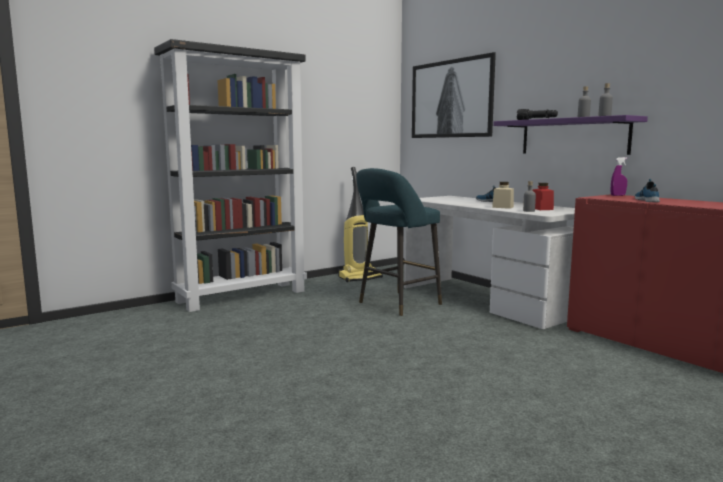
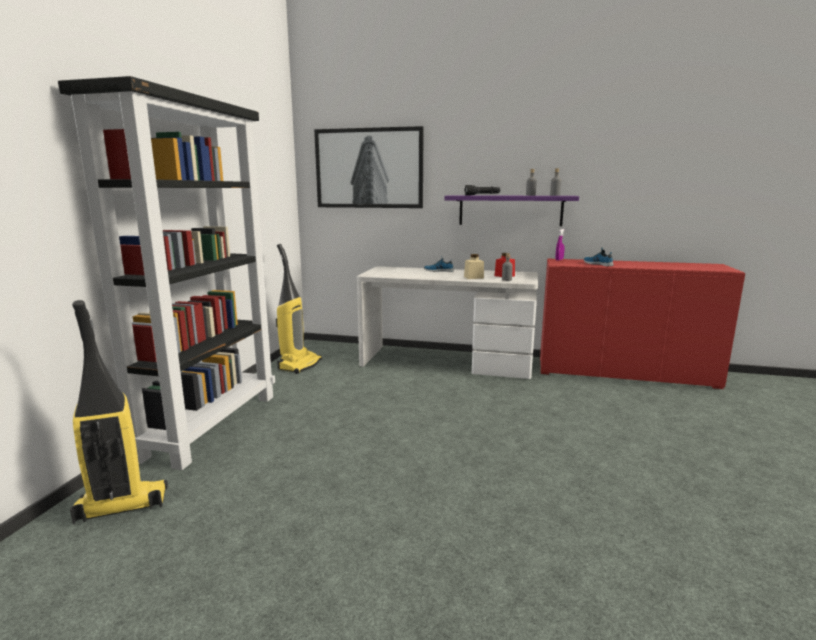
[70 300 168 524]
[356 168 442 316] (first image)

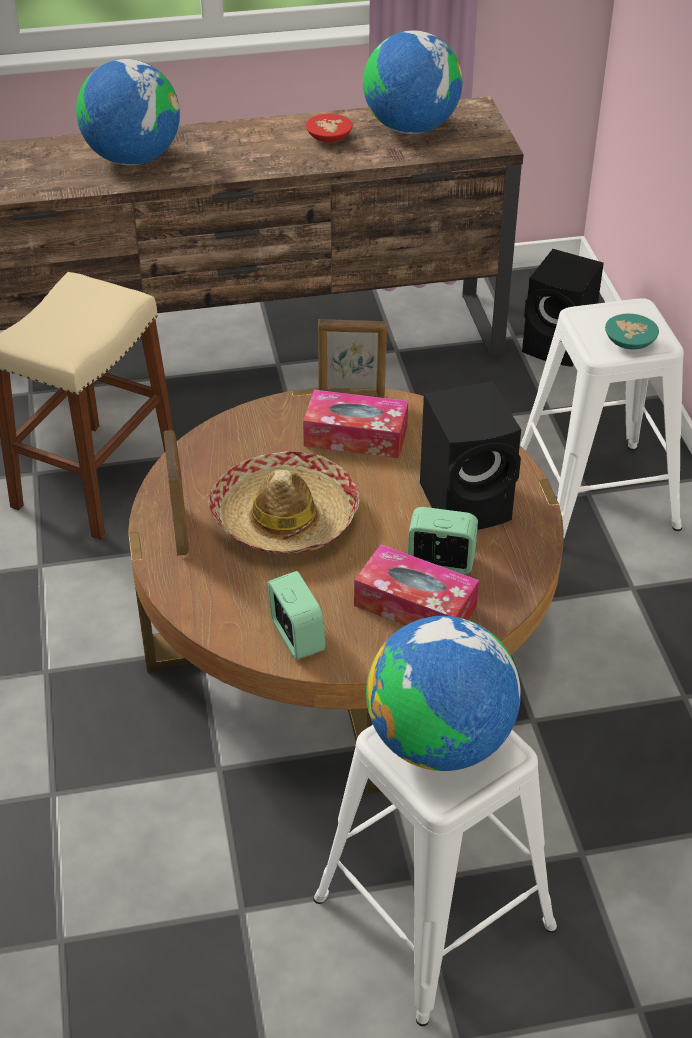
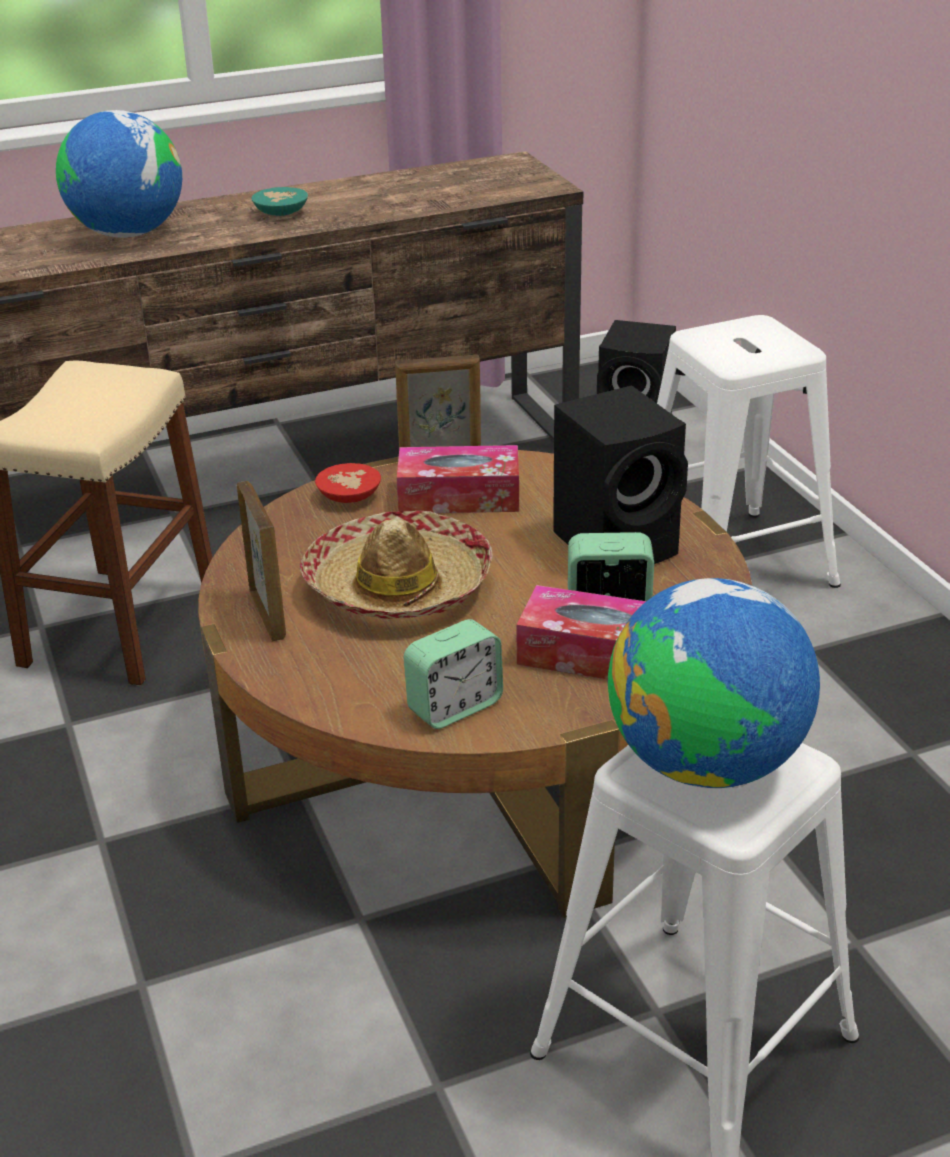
[252 187 308 216]
[315 463 381 503]
[404 619 503 729]
[363 30 462 134] (first image)

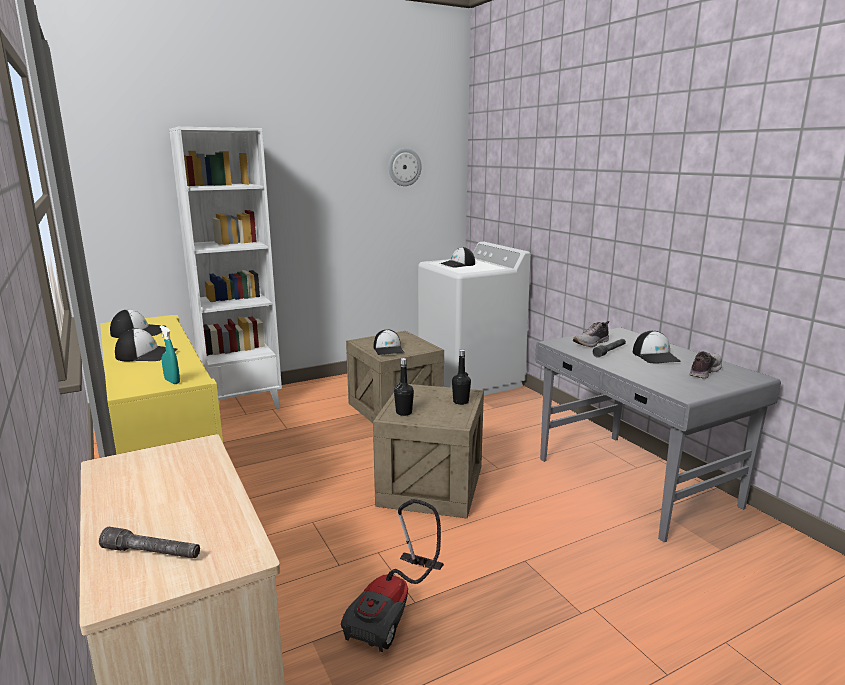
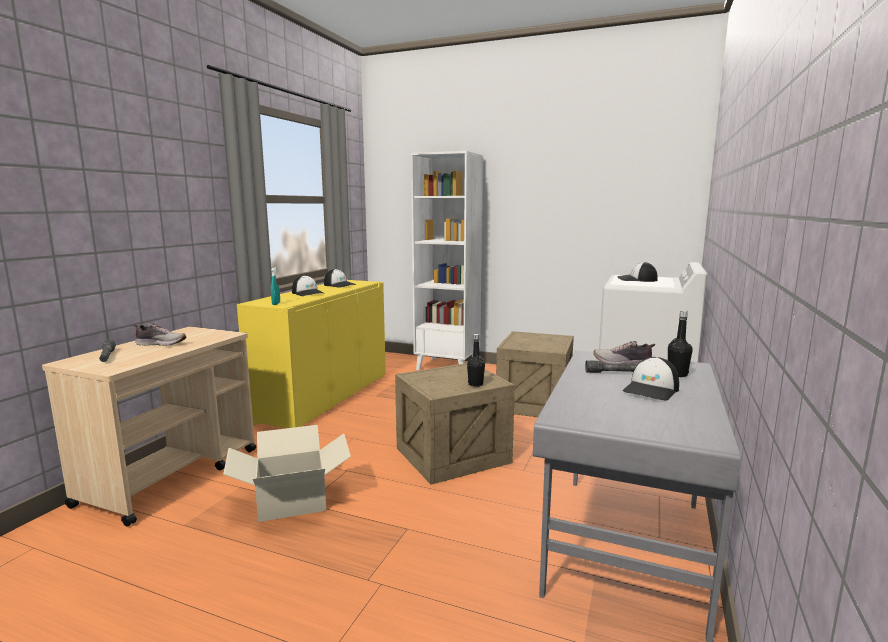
[133 323 186 346]
[223 425 351 522]
[668 310 693 377]
[373 329 404 355] (first image)
[389 148 422 186] (first image)

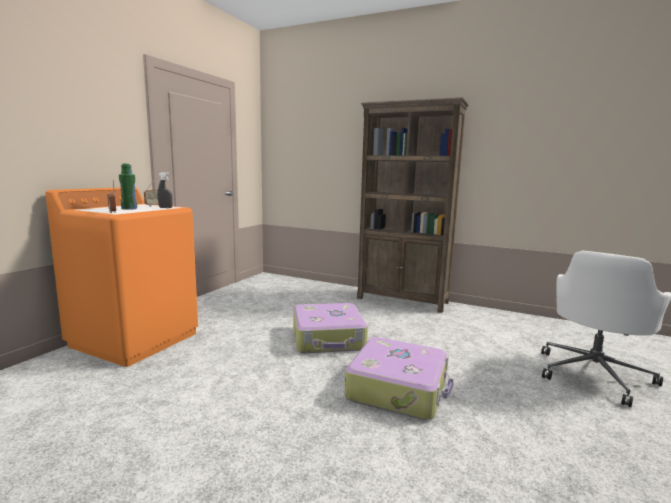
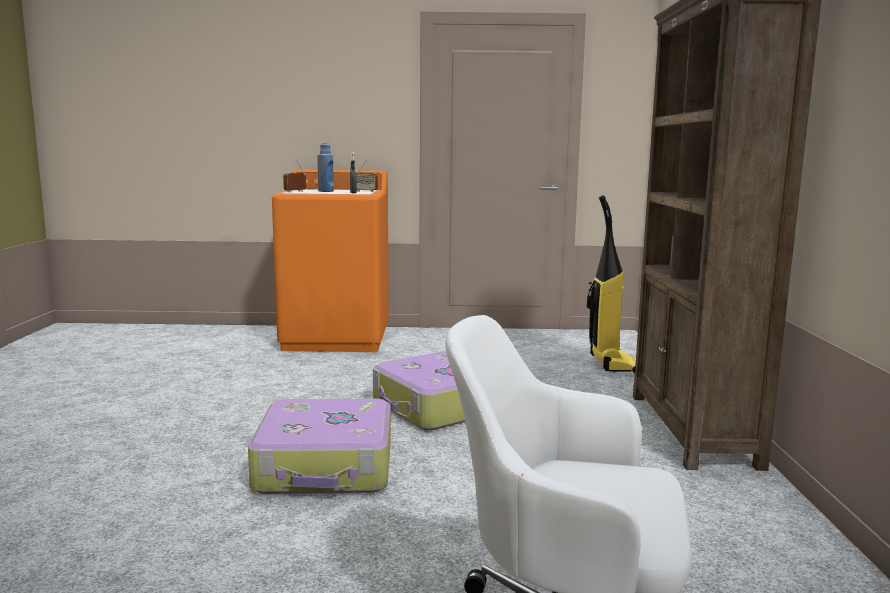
[318 143 334 192]
[587 195 636 373]

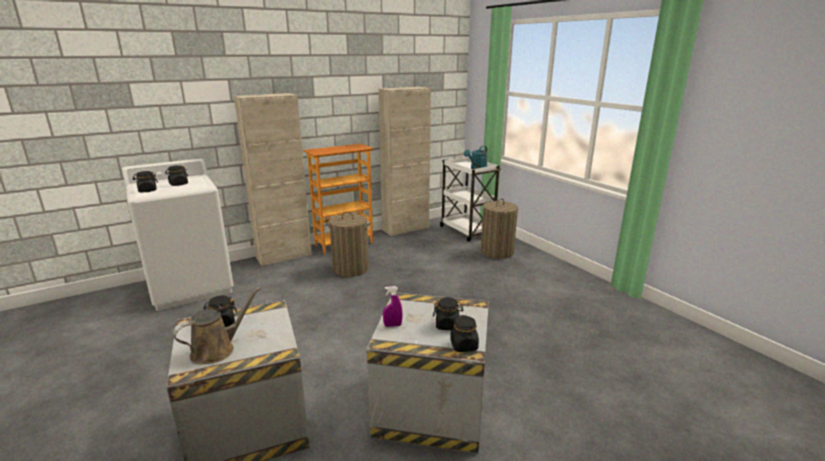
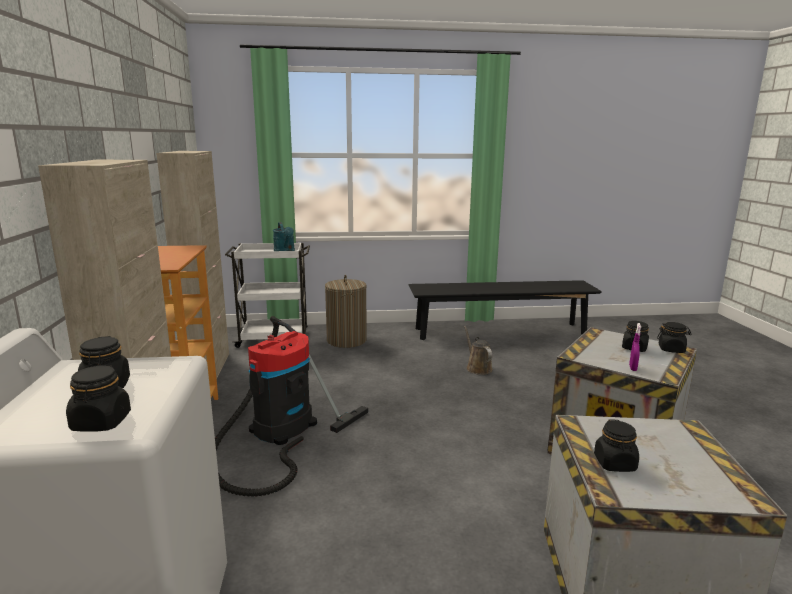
[215 316 368 497]
[409 280 602 340]
[464 326 493 375]

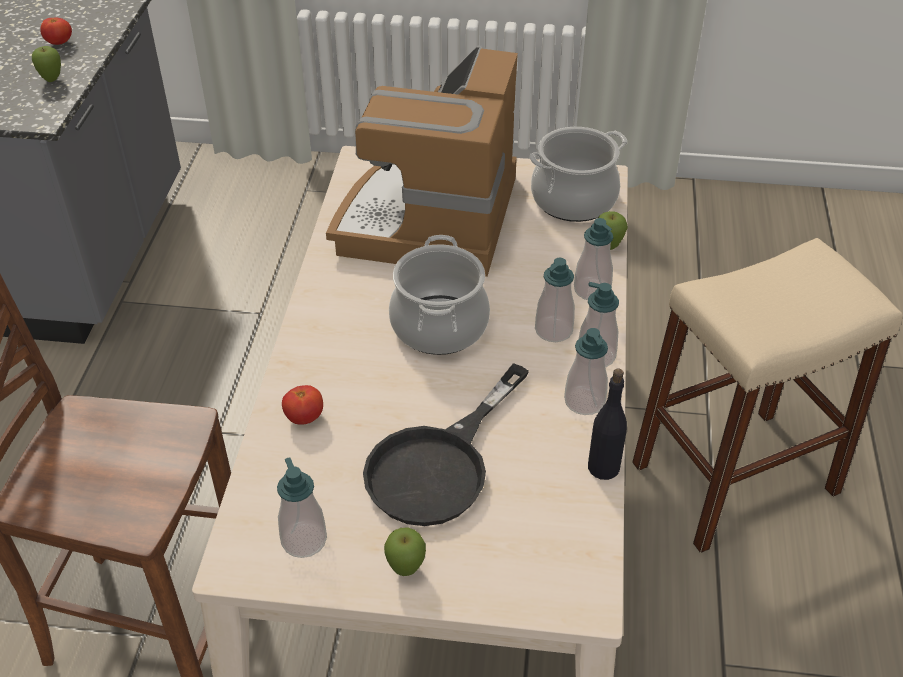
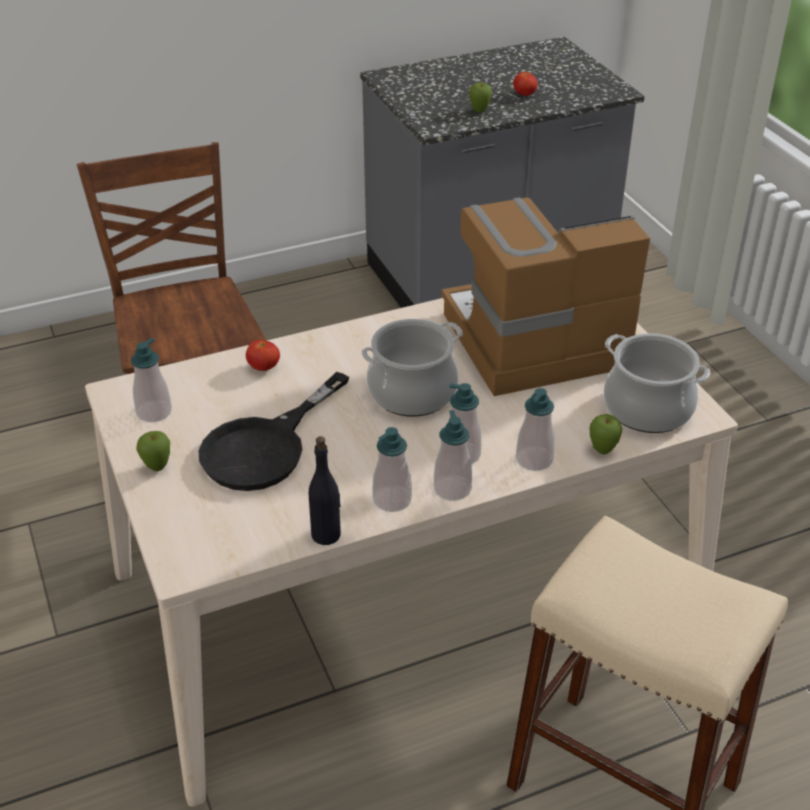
[198 372 349 491]

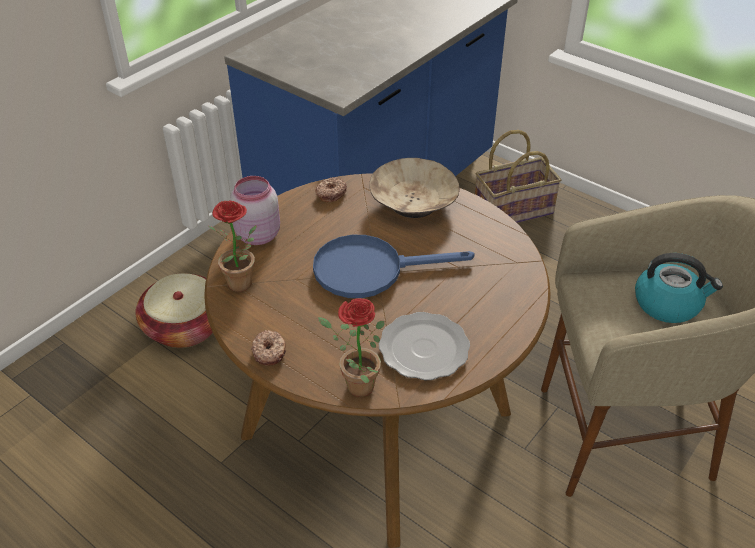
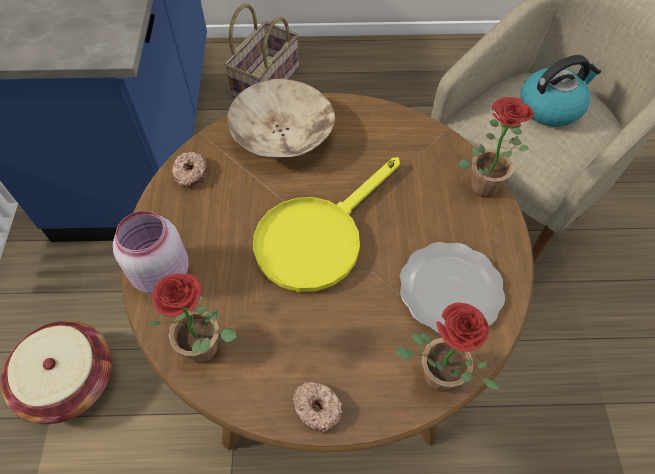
[253 157 400 292]
[458 97 534 198]

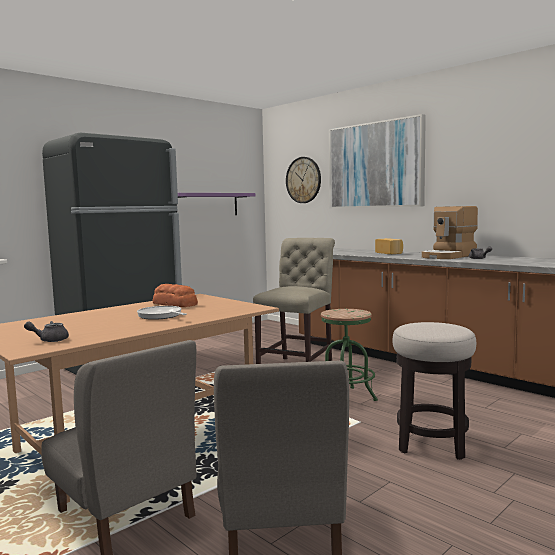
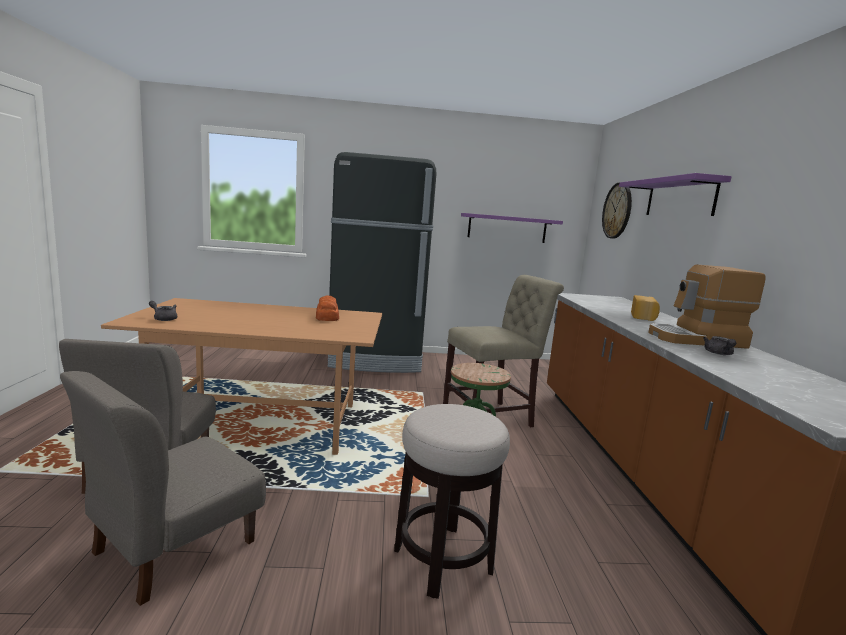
[619 173 732 216]
[137 306 187 320] (first image)

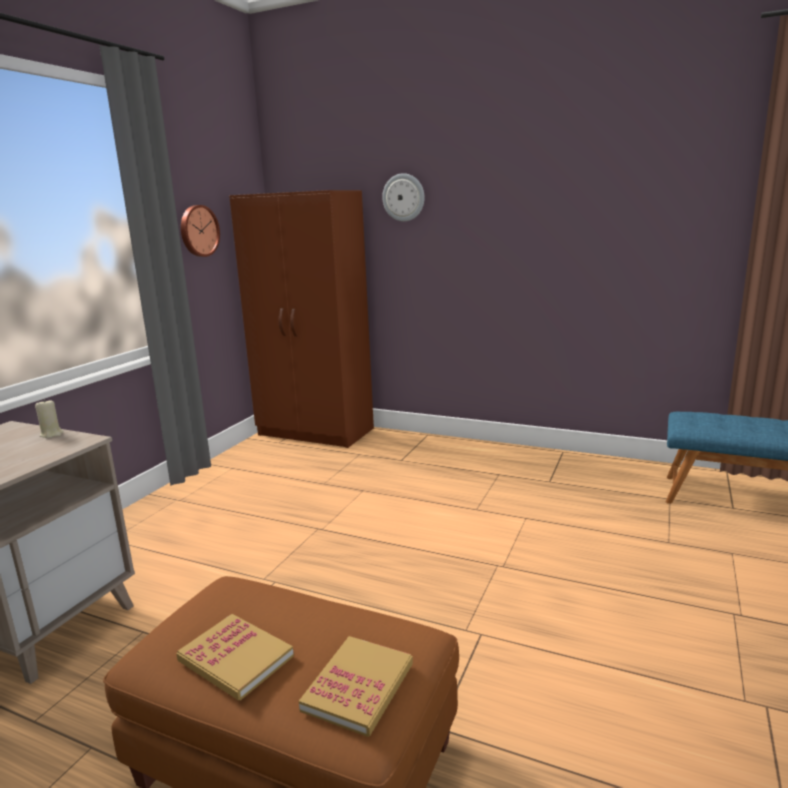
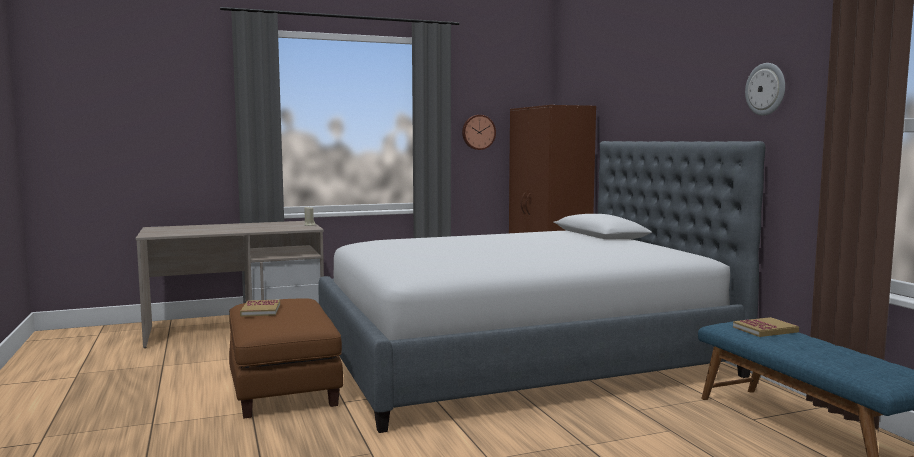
[318 141 765 433]
[733 317 799 337]
[745 63 785 116]

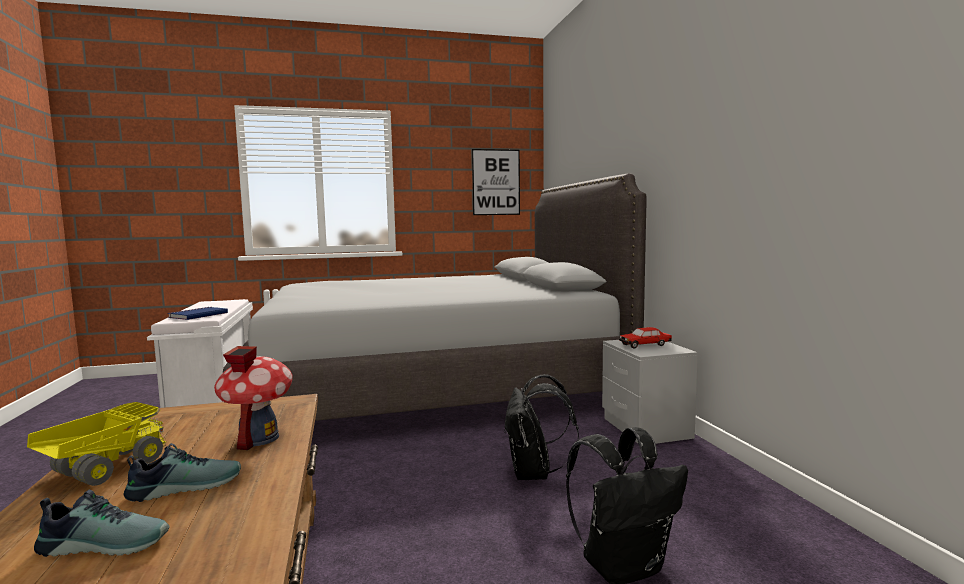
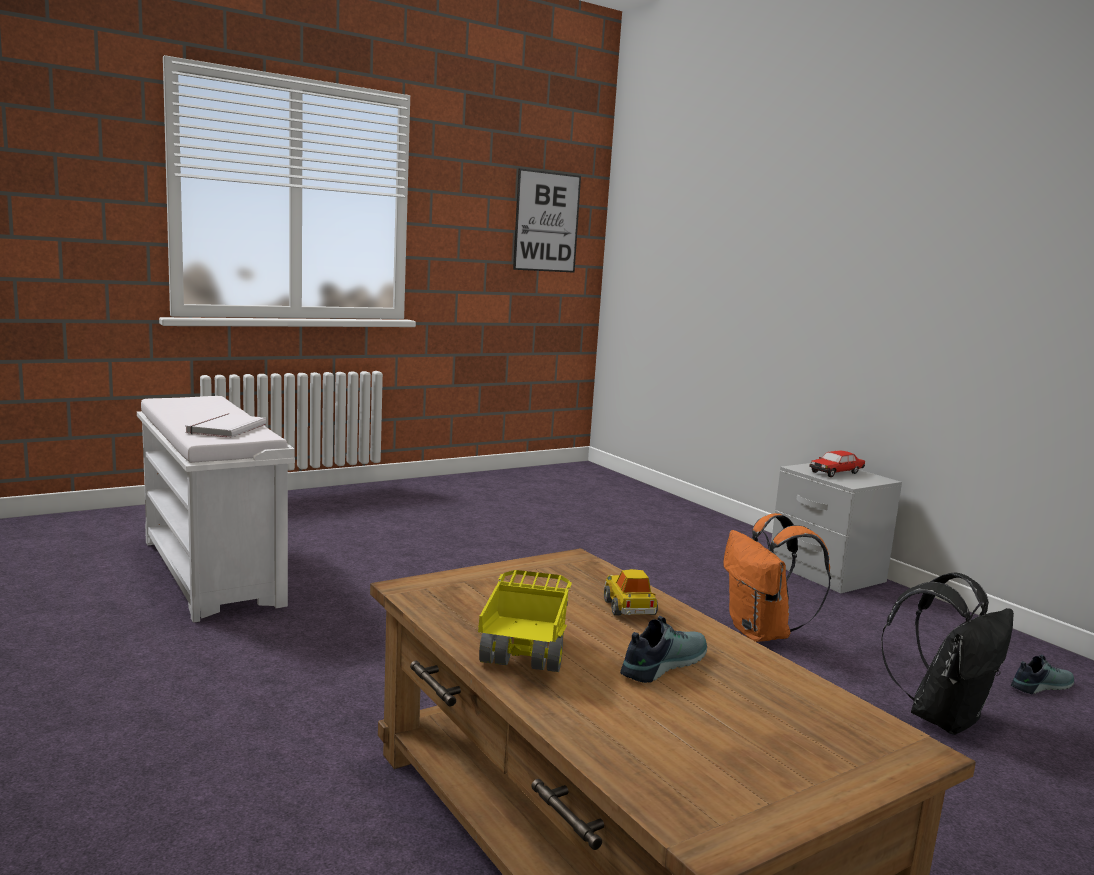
[185 413 266 438]
[604 569 658 616]
[723 513 831 642]
[1011 655 1074 694]
[223 173 647 421] (first image)

